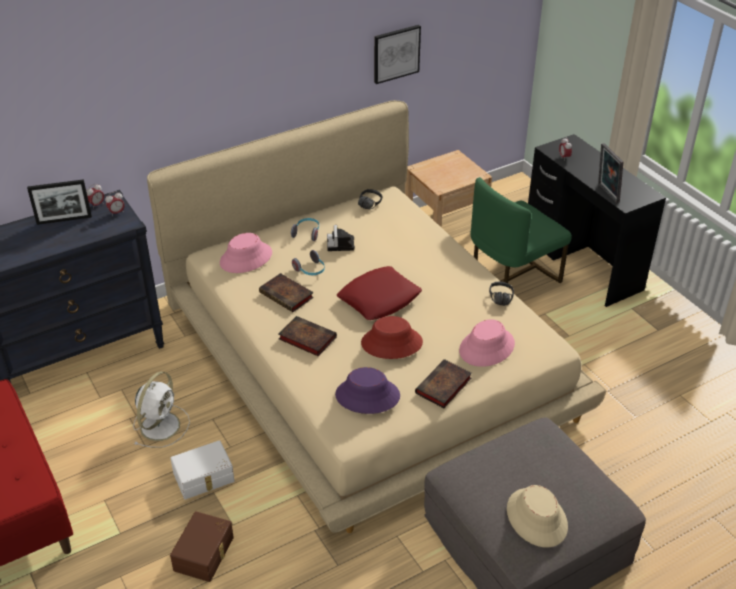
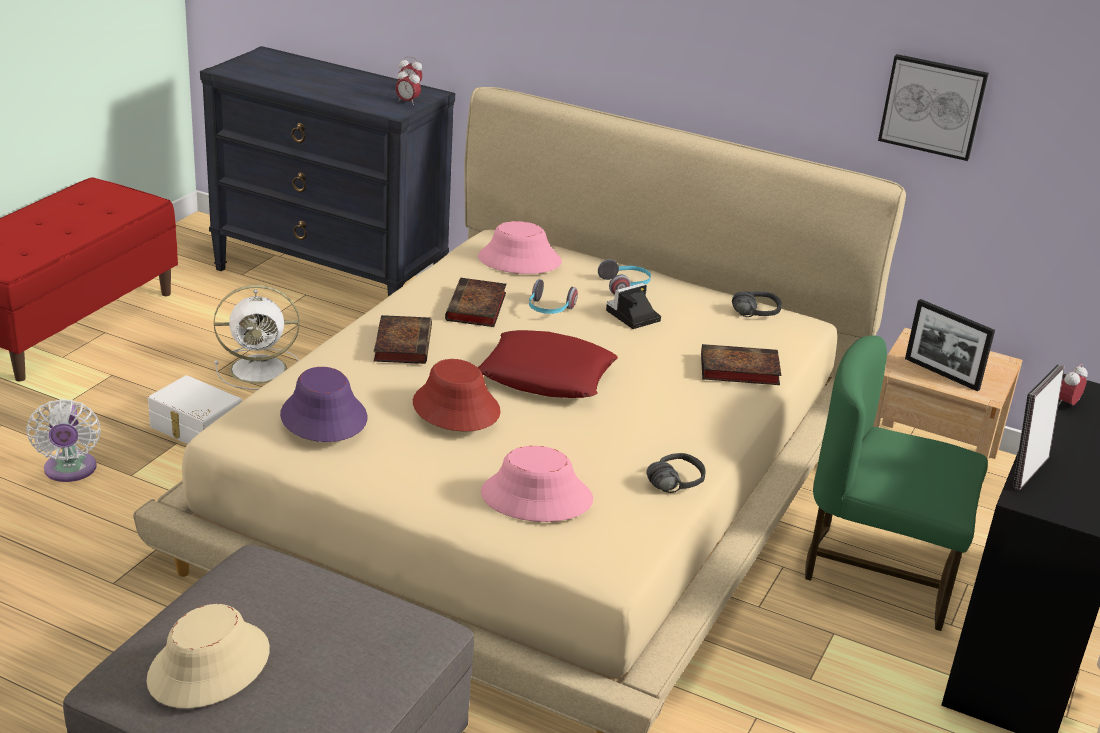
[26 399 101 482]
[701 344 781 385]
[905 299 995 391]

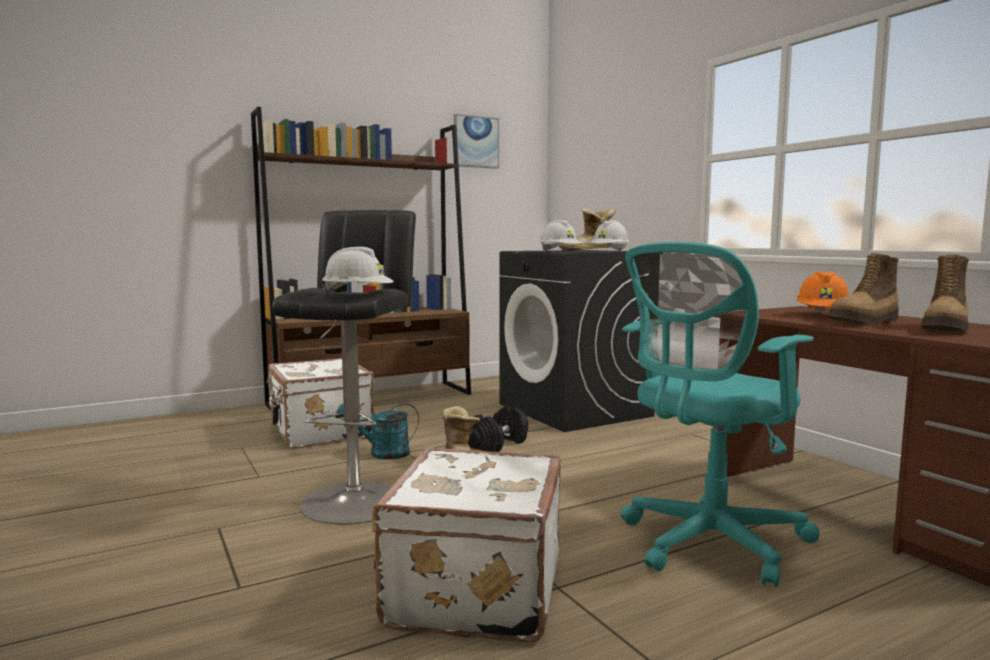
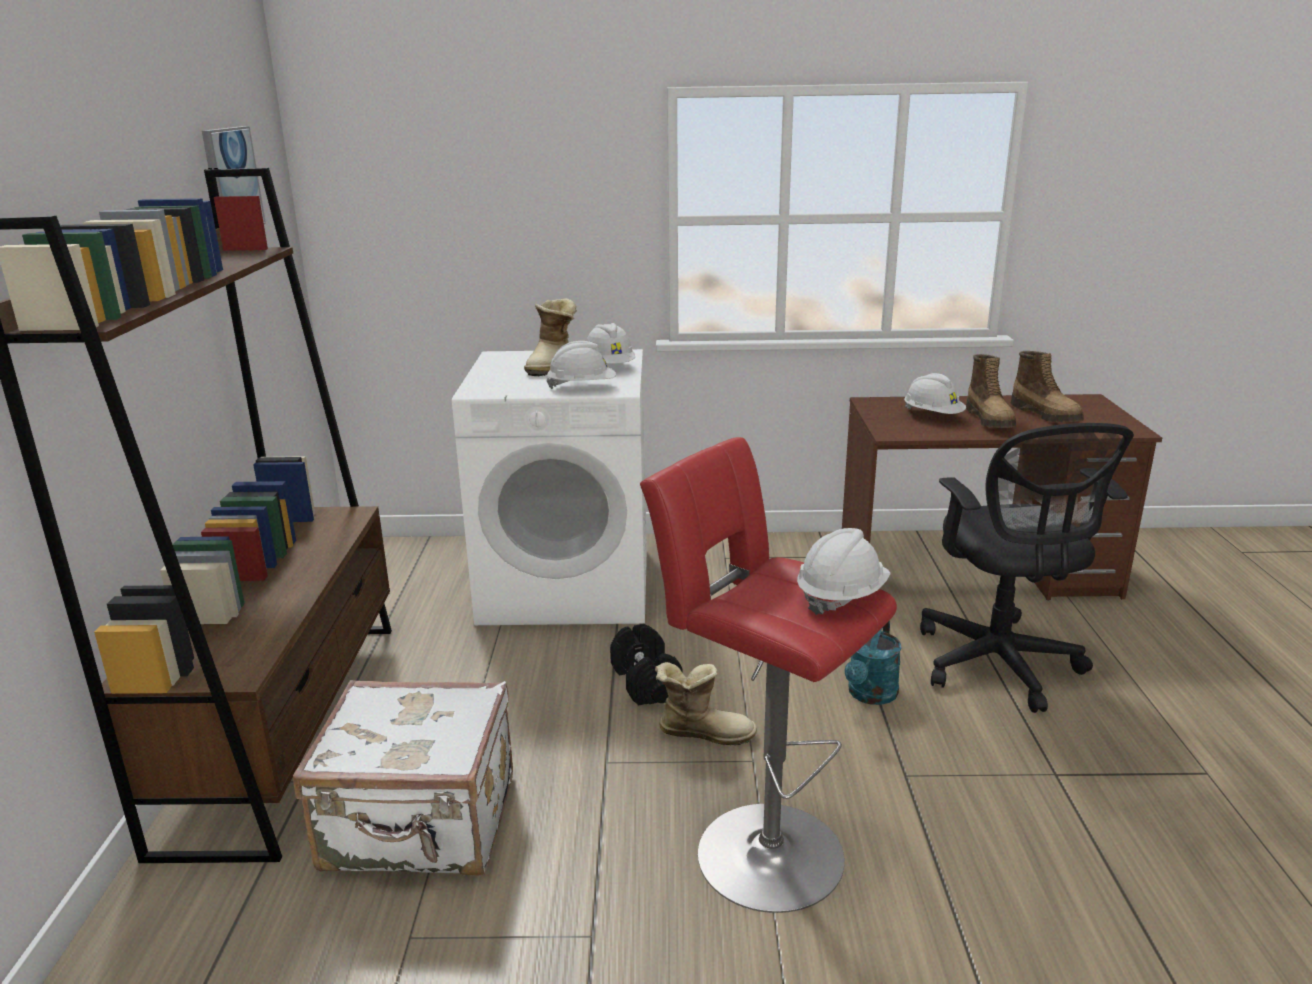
[452 349 647 625]
[640 437 897 913]
[845 620 902 705]
[904 373 966 414]
[920 423 1134 713]
[372 447 561 643] (first image)

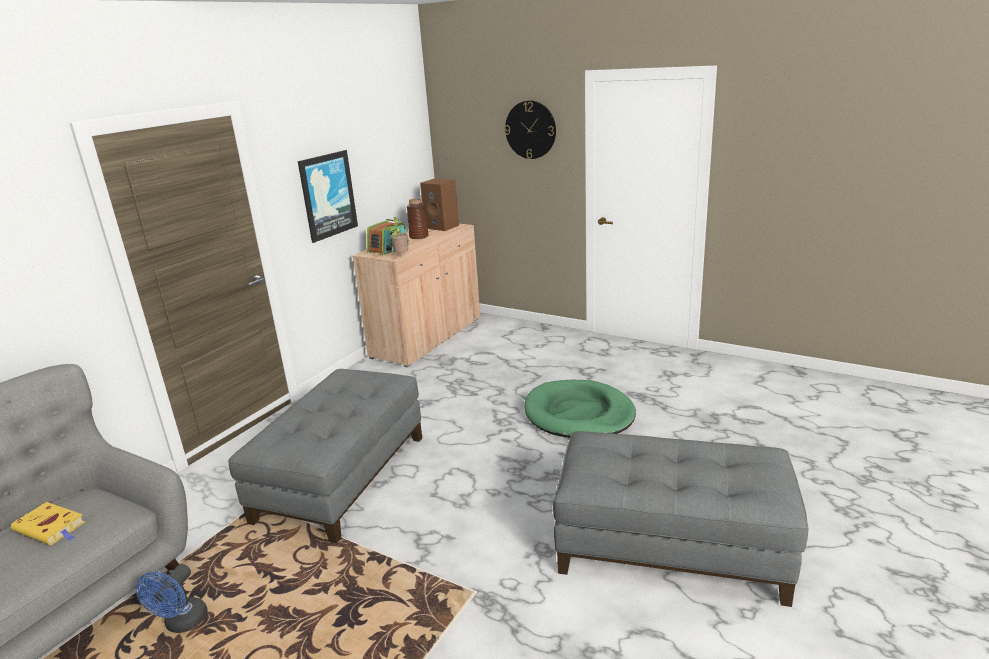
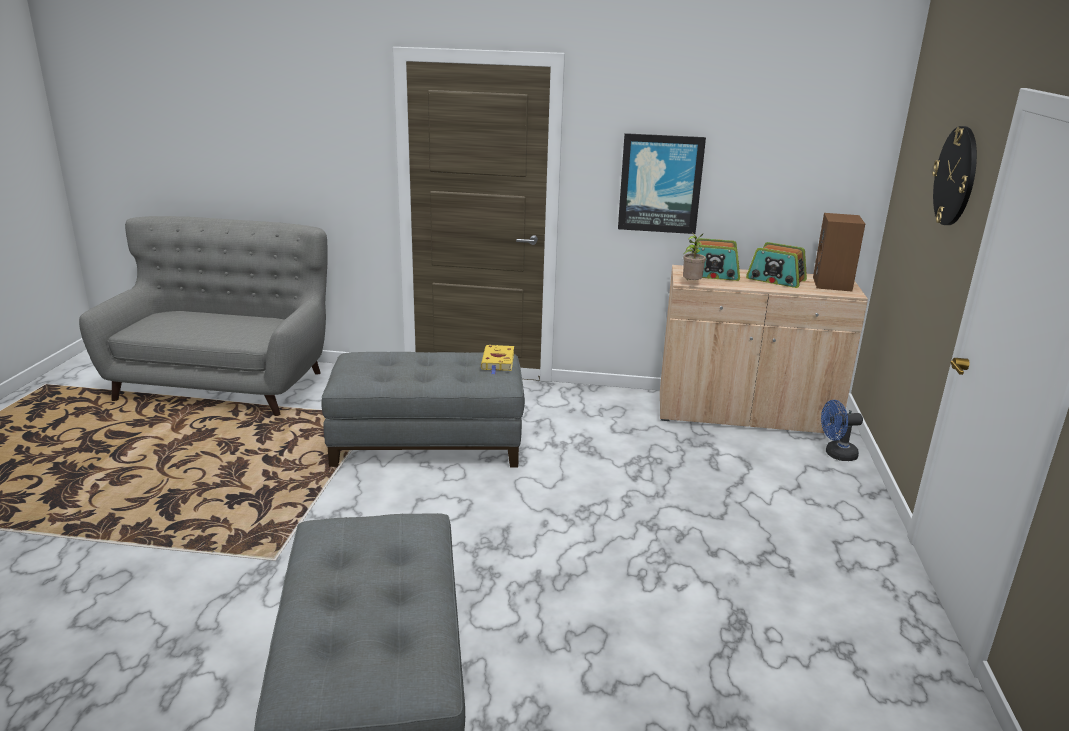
[481 345 514 374]
[746 242 807 288]
[821 400 863 461]
[524 380 636 438] (first image)

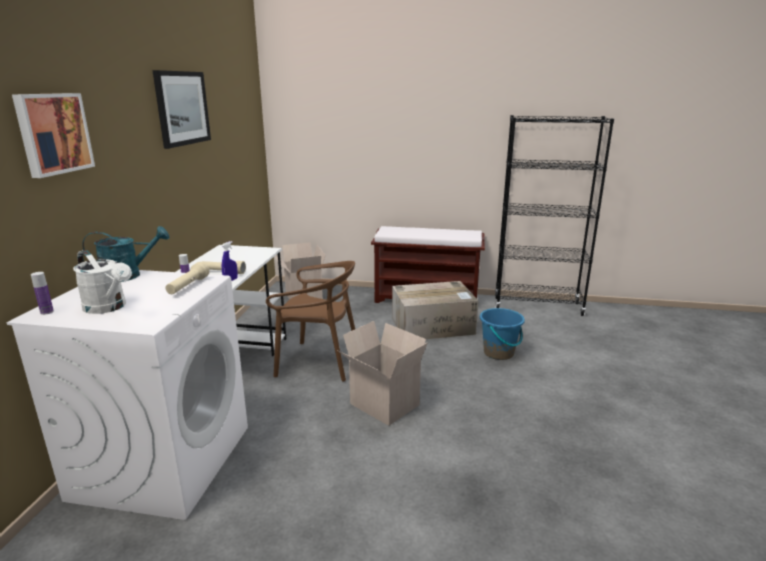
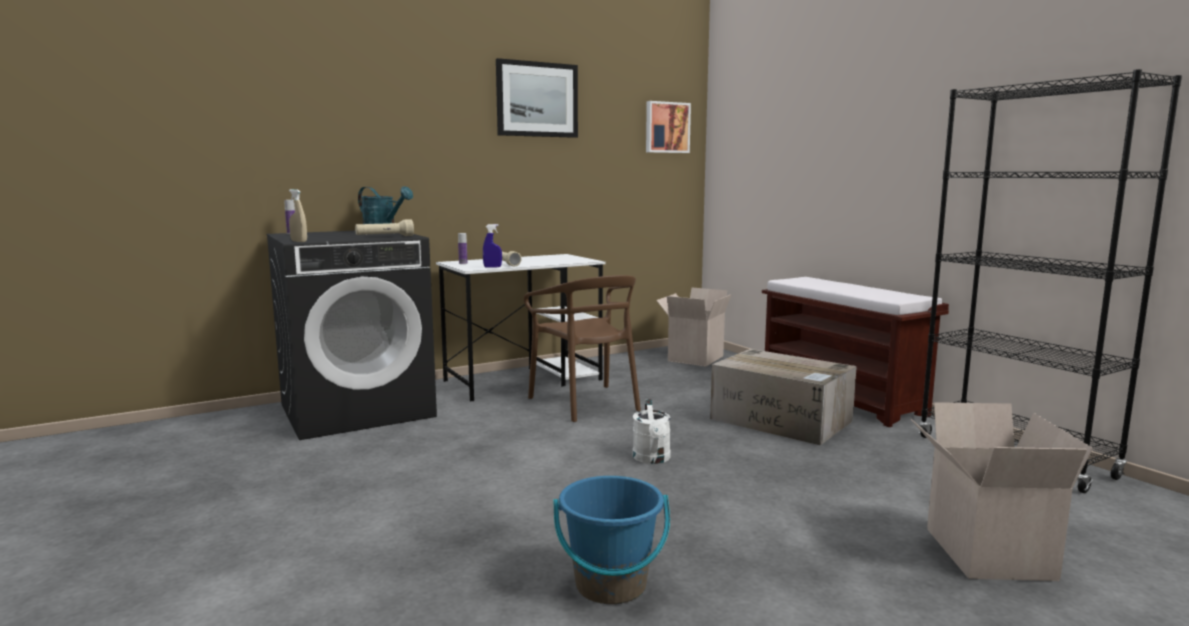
[267 231 437 440]
[289 189 307 242]
[553 476 670 604]
[632 399 671 464]
[646 101 691 153]
[911 402 1093 581]

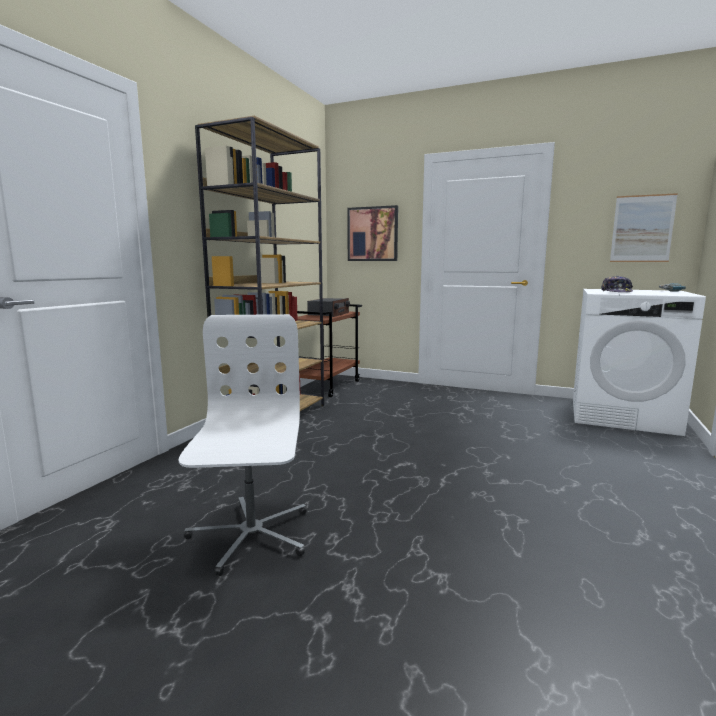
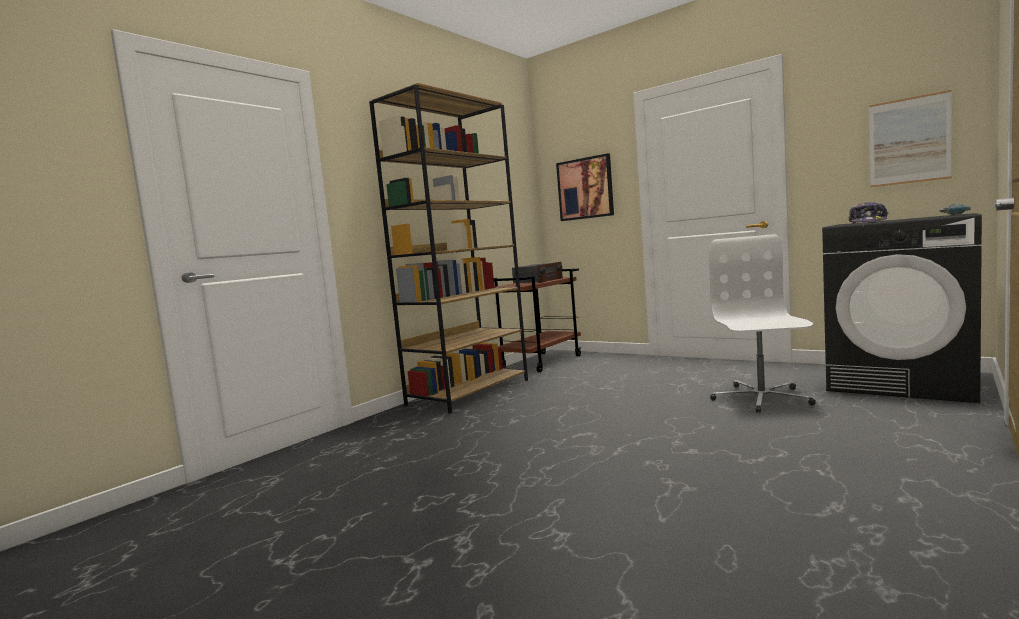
[709 234 816 413]
[822 213 982 403]

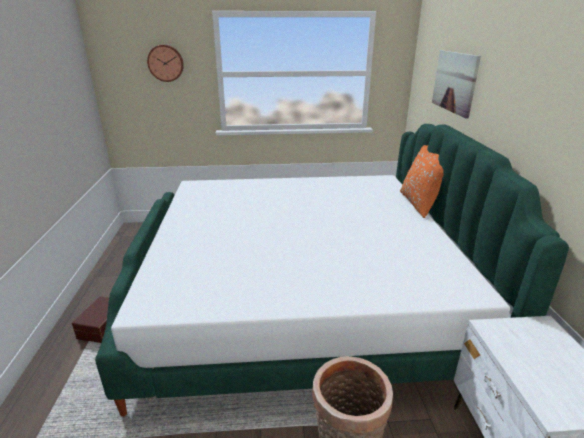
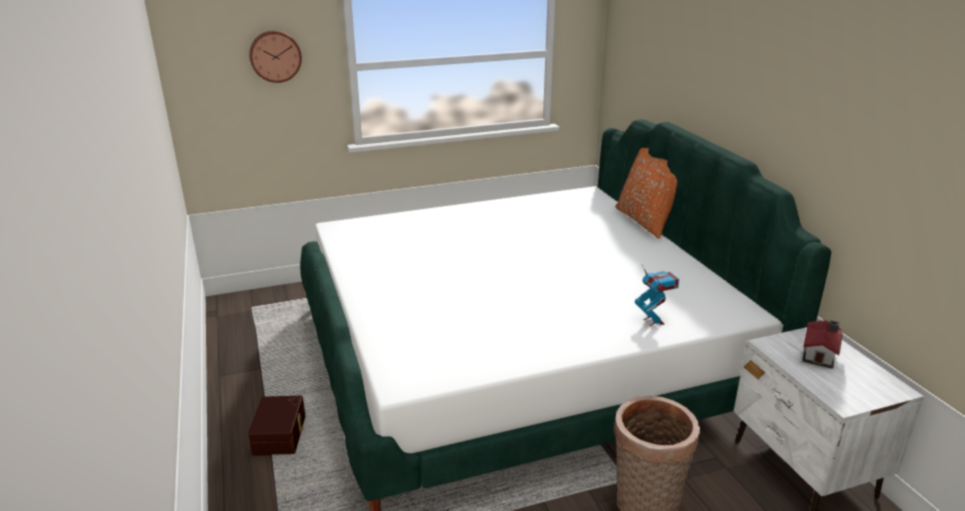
[635 265 679 326]
[803 320 843 369]
[432 50 481 119] (first image)

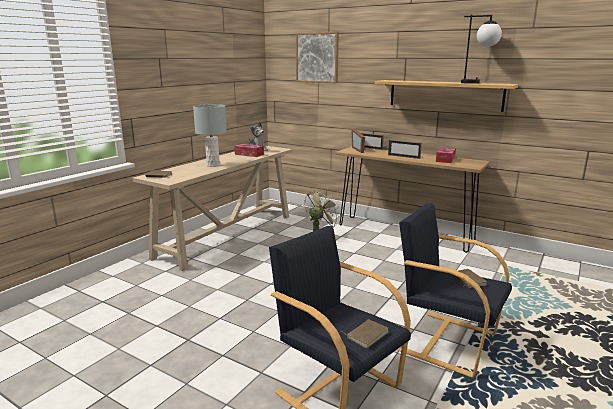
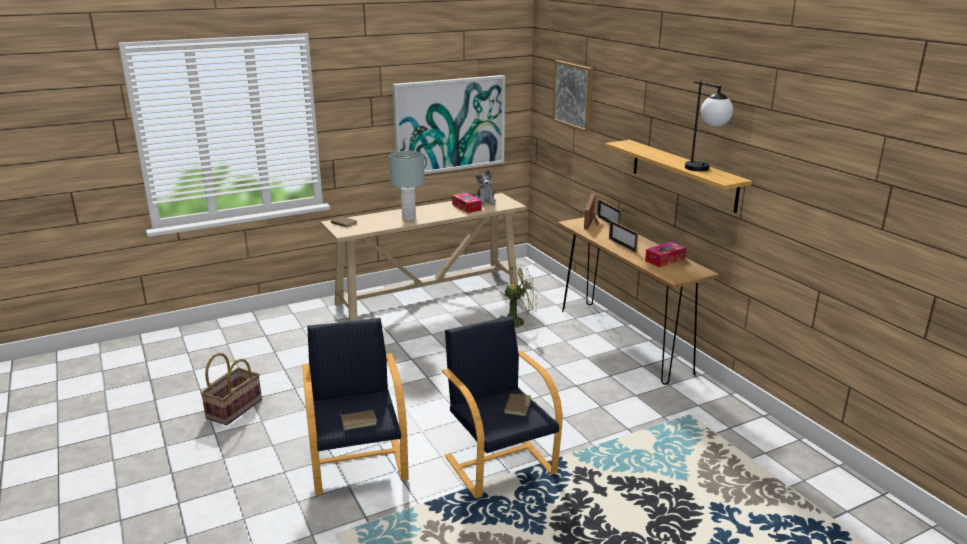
[200 353 262 426]
[392 75 505 174]

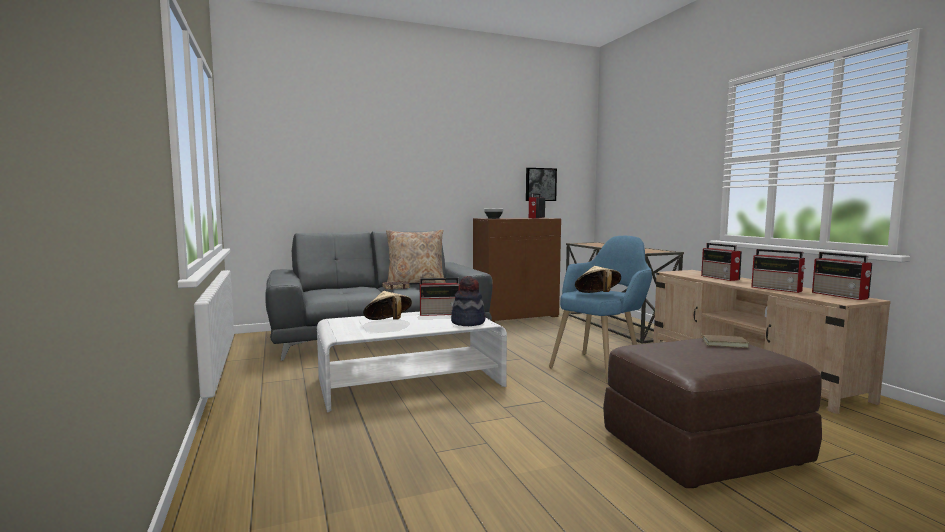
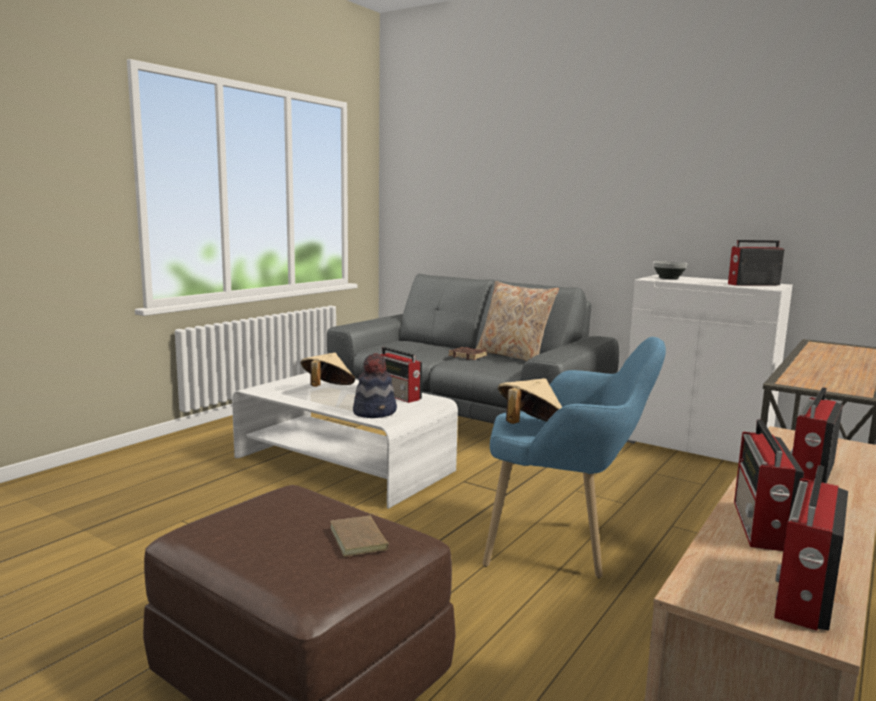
[627 275 793 463]
[526 168 557 201] (first image)

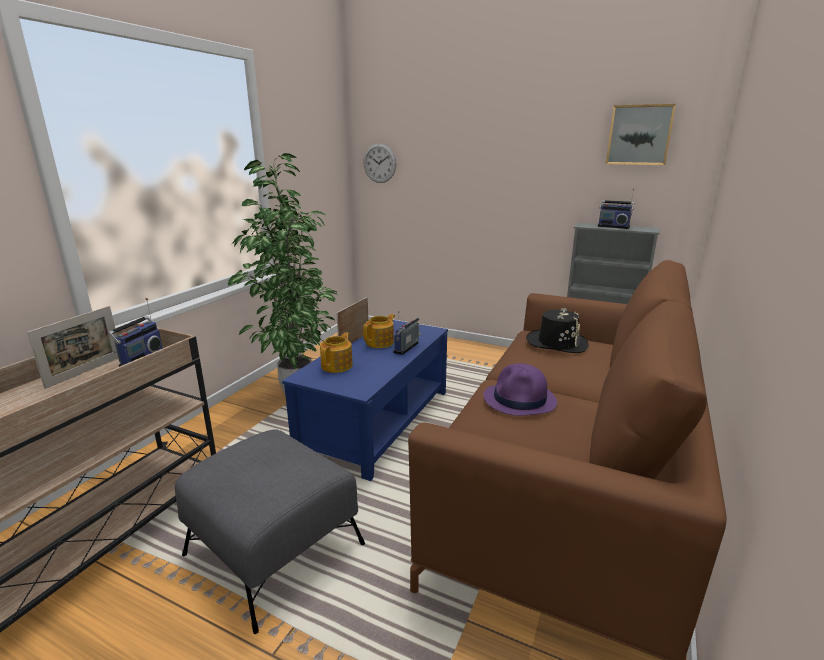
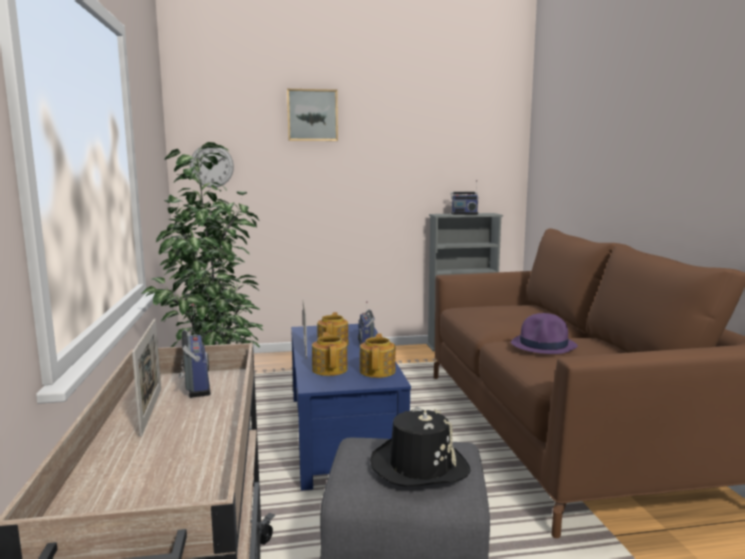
[287 89 338 141]
[360 333 395 378]
[370 406 471 486]

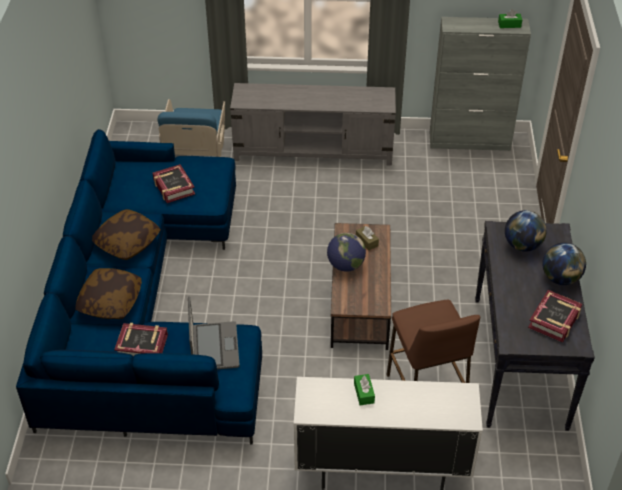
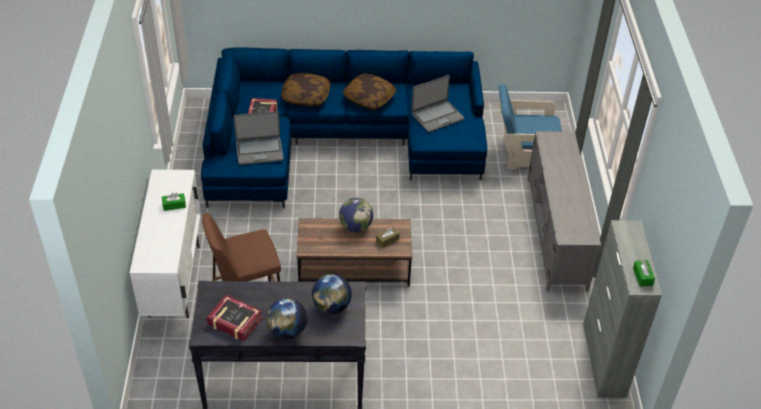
[411 75 464 132]

